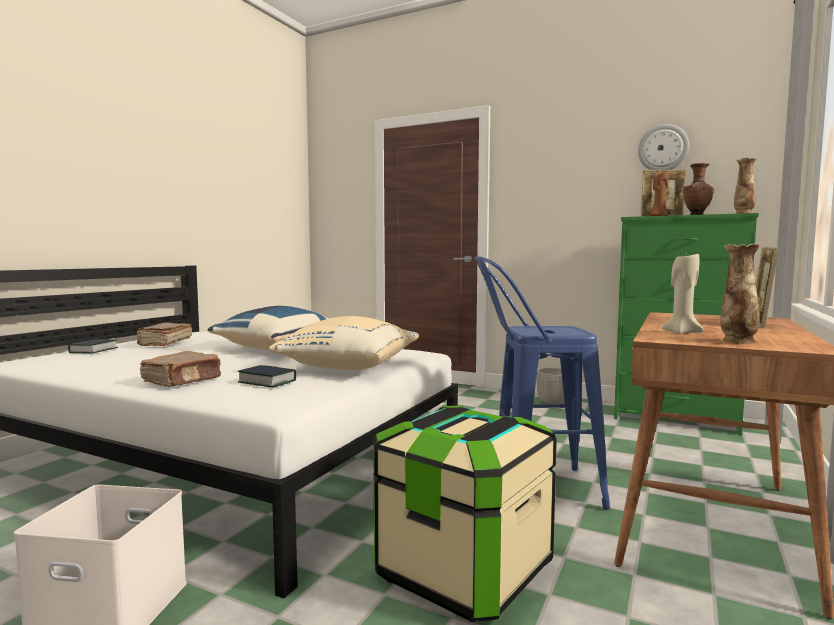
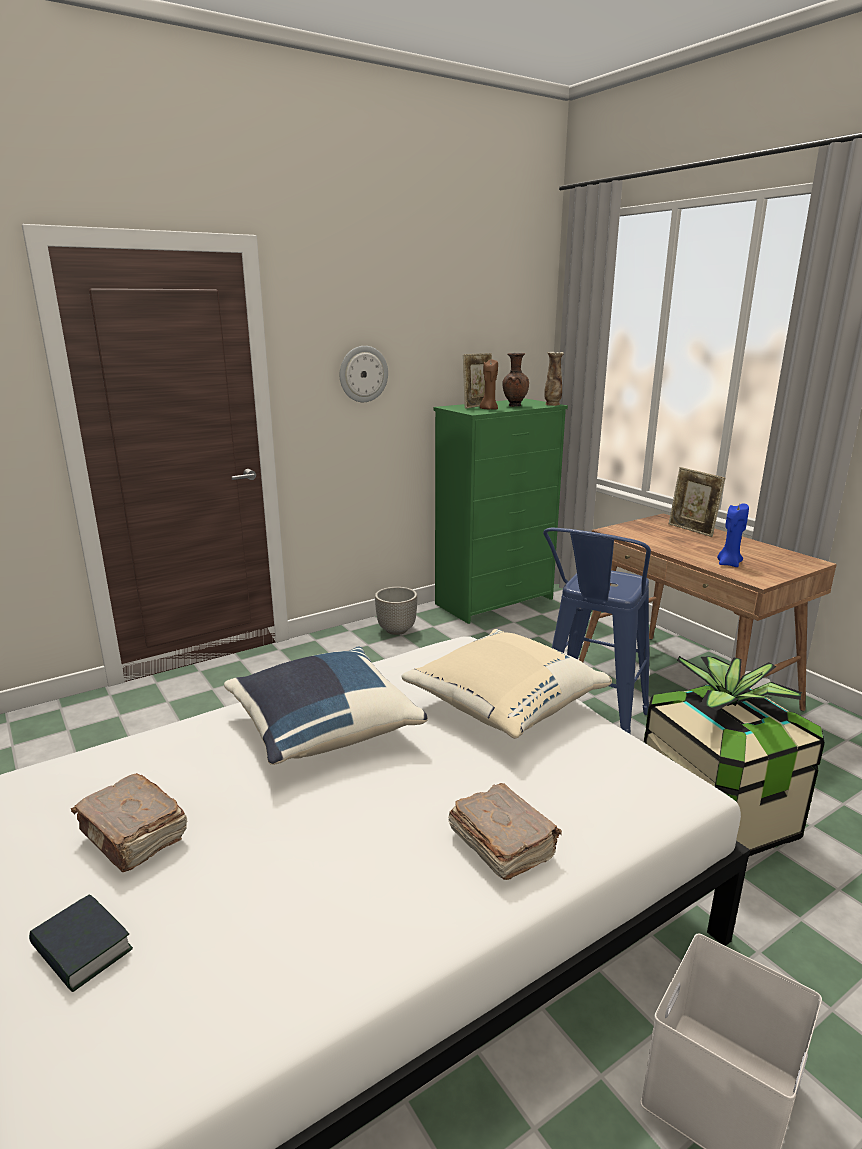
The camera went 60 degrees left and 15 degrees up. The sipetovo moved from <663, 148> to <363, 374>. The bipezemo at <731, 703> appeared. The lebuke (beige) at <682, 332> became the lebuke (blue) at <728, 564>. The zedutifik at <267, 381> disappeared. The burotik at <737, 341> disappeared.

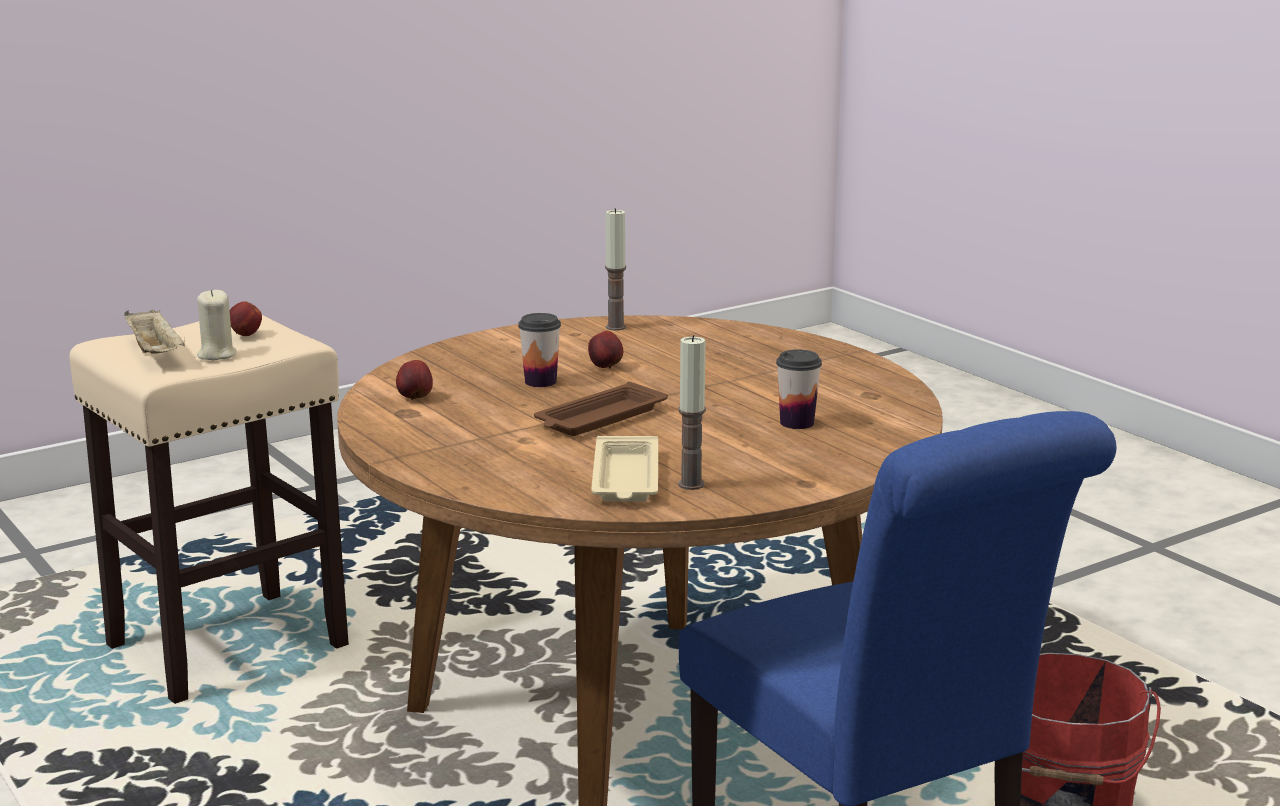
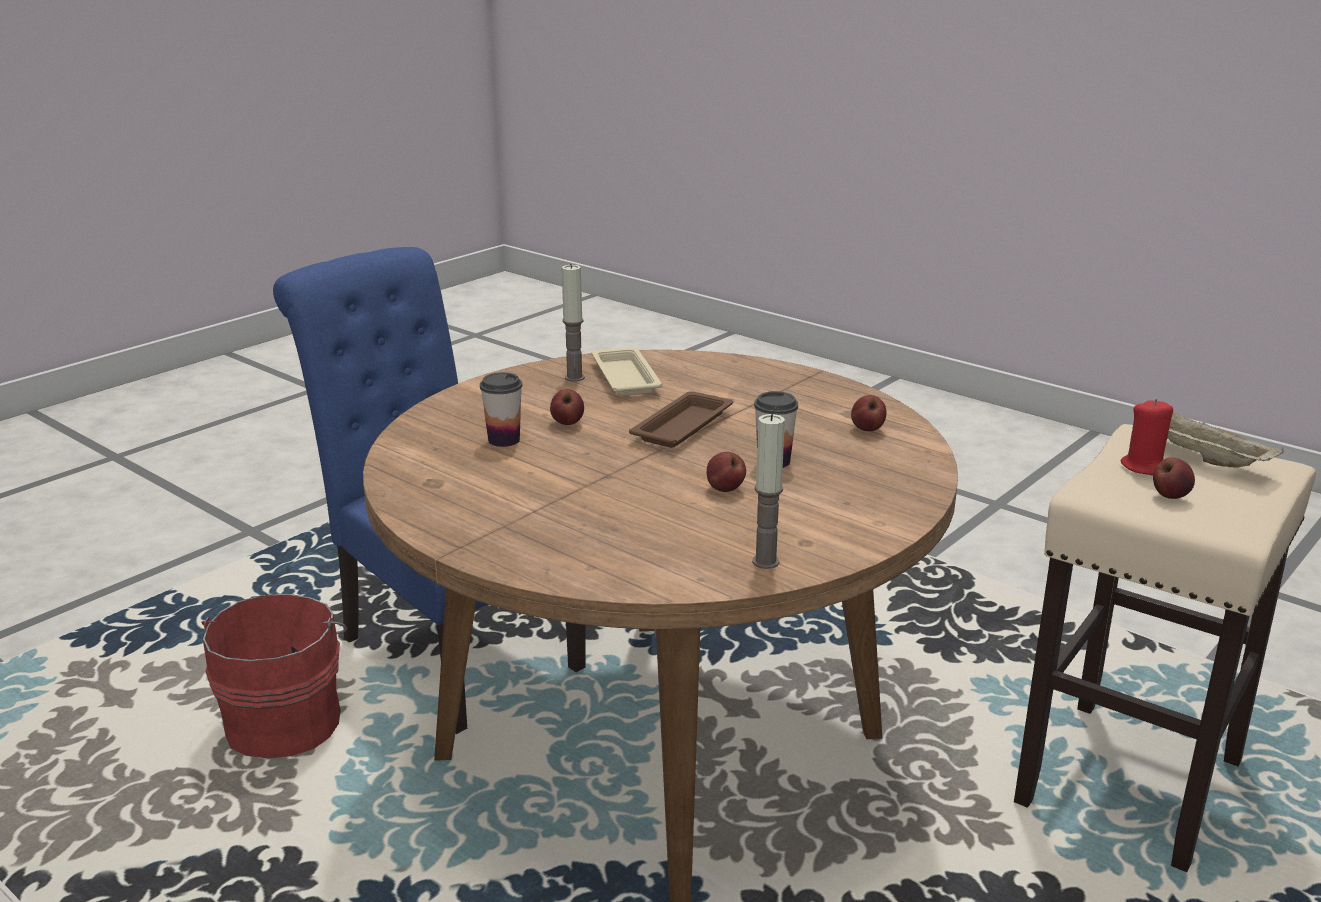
The camera went 165 degrees right and 5 degrees up. The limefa at <567, 423> appeared. The lebuke (beige) at <216, 355> became the lebuke (red) at <1144, 467>.

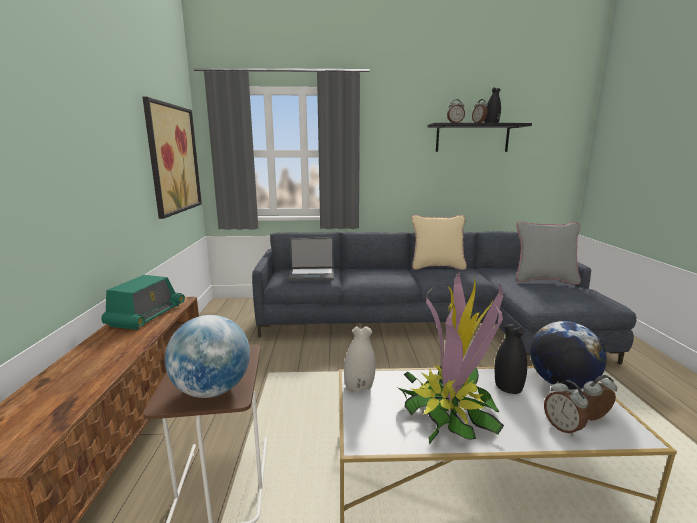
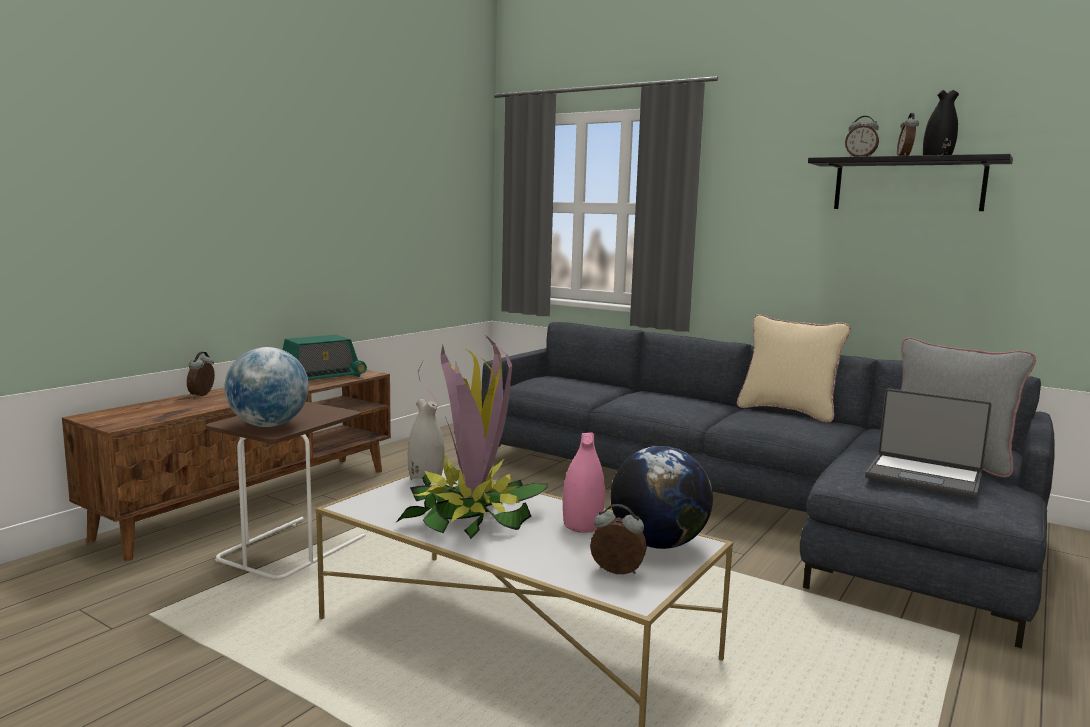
The camera went 35 degrees right and 5 degrees down. The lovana moved from <562, 427> to <202, 395>. The burotik (black) at <508, 386> became the burotik (pink) at <582, 525>. The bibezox moved from <312, 275> to <924, 477>. The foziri at <173, 159> disappeared.

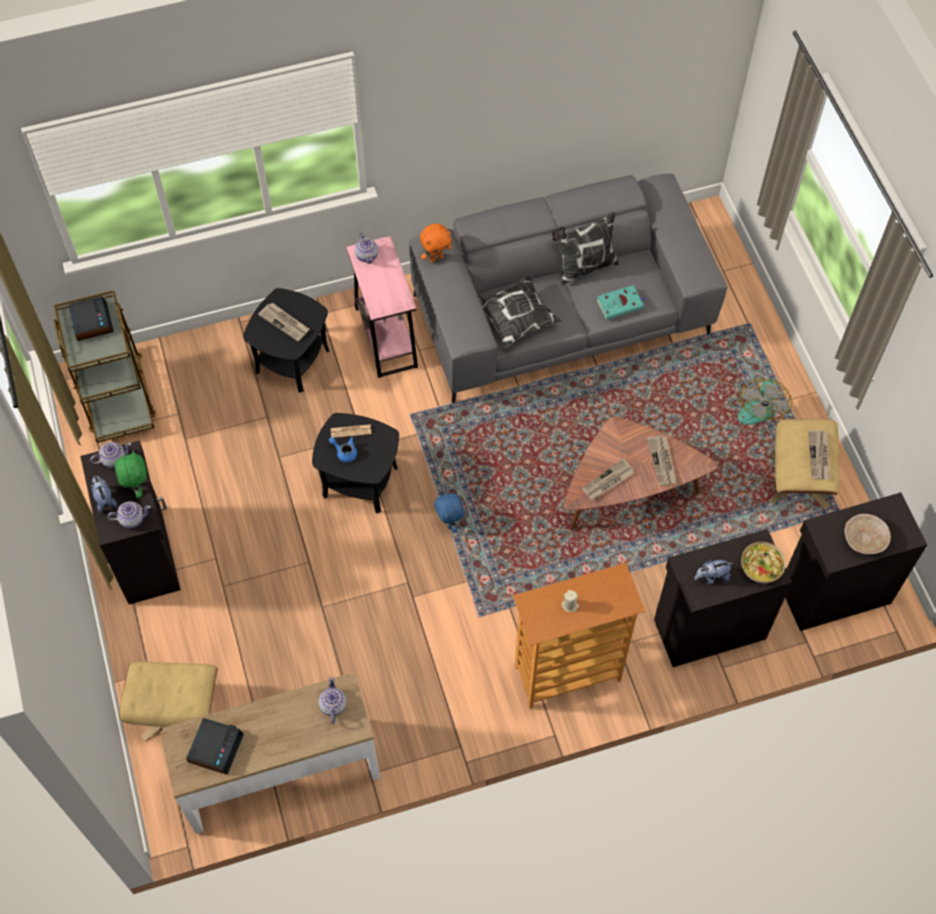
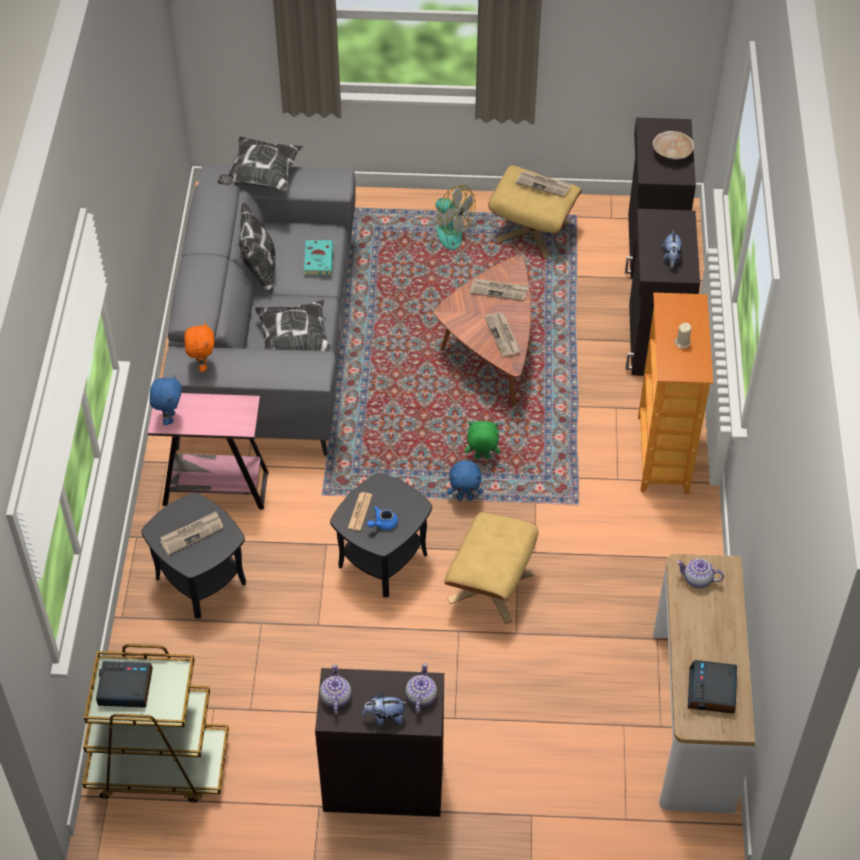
The camera went 70 degrees left and 10 degrees down. The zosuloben at <367, 255> was replaced by the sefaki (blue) at <169, 418>. The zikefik at <261, 177> appeared. The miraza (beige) moved from <177, 711> to <491, 587>. The sefaki (green) moved from <137, 487> to <481, 458>. The lovana at <215, 747> turned 120 degrees counterclockwise. The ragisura at <760, 567> disappeared.

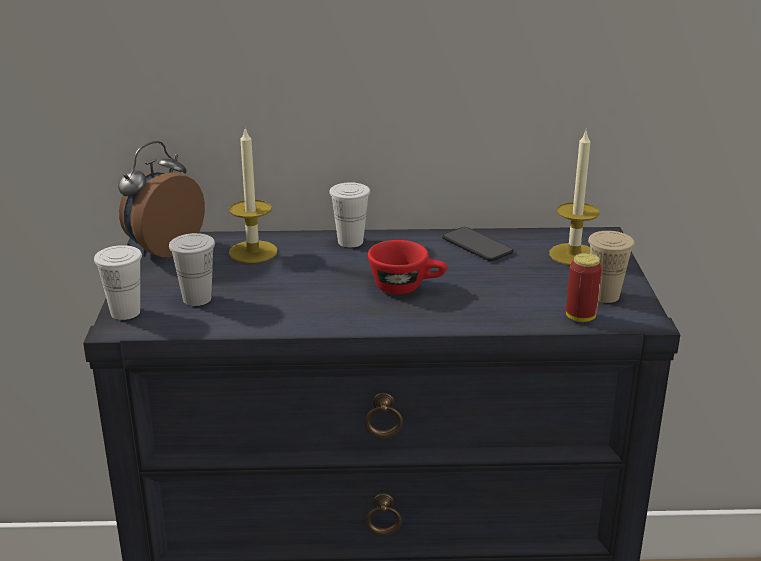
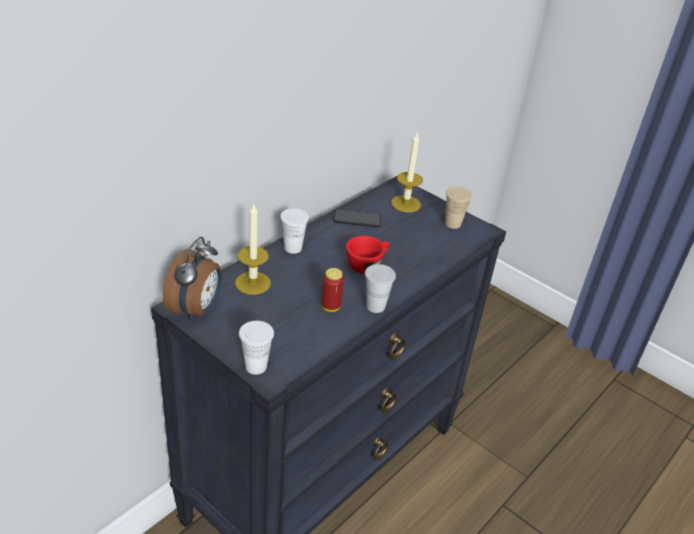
The camera went 50 degrees left and 10 degrees up. The lovana at <162, 249> turned 150 degrees counterclockwise. The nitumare moved from <580, 317> to <331, 307>. The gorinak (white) moved from <197, 299> to <375, 306>.

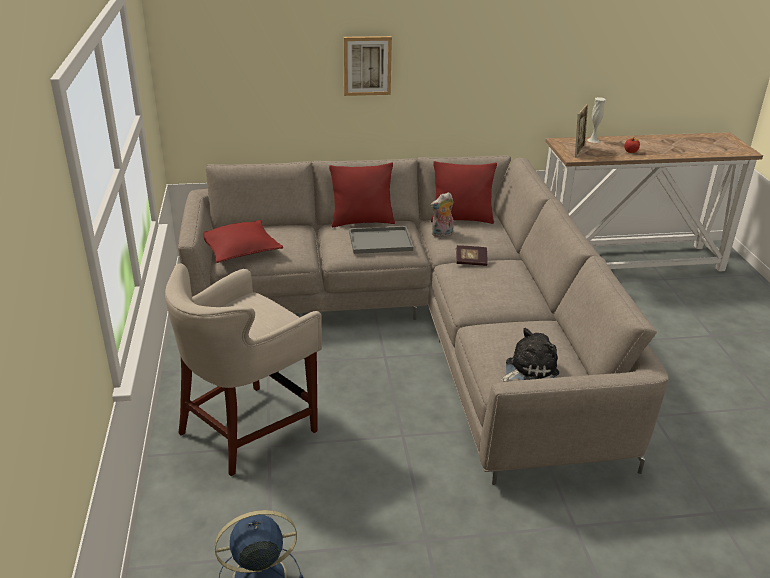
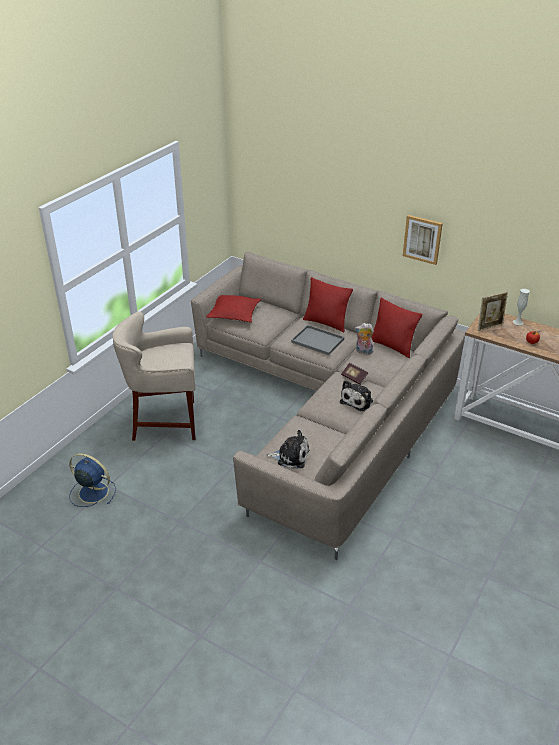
The camera went 40 degrees right and 5 degrees up. The sefaki at <358, 401> appeared. The foziri moved from <367, 65> to <422, 239>.

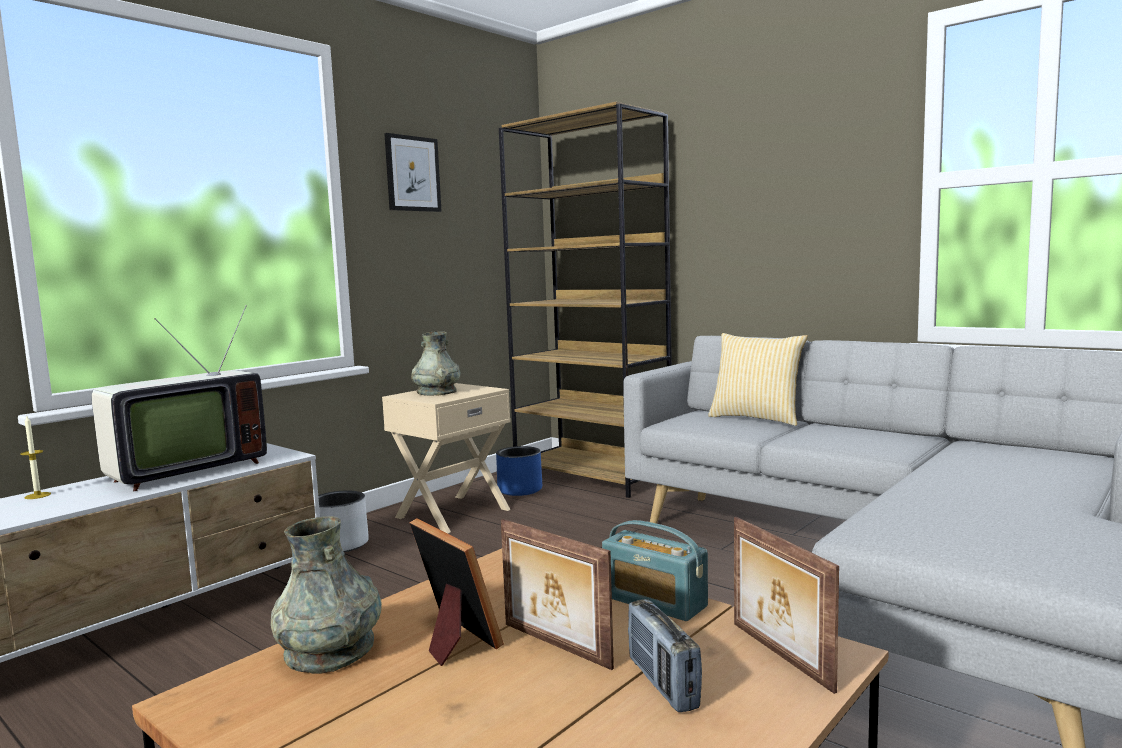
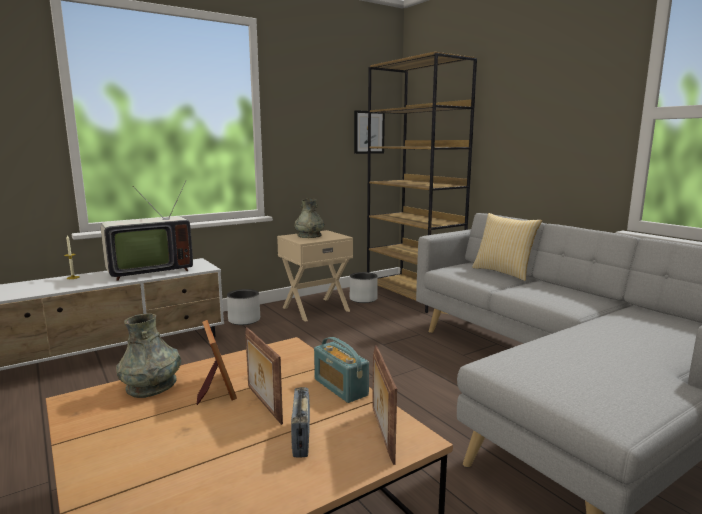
The camera went 15 degrees right and 5 degrees up. The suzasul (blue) at <520, 490> became the suzasul (grey) at <363, 299>. The foziri moved from <412, 174> to <368, 132>.

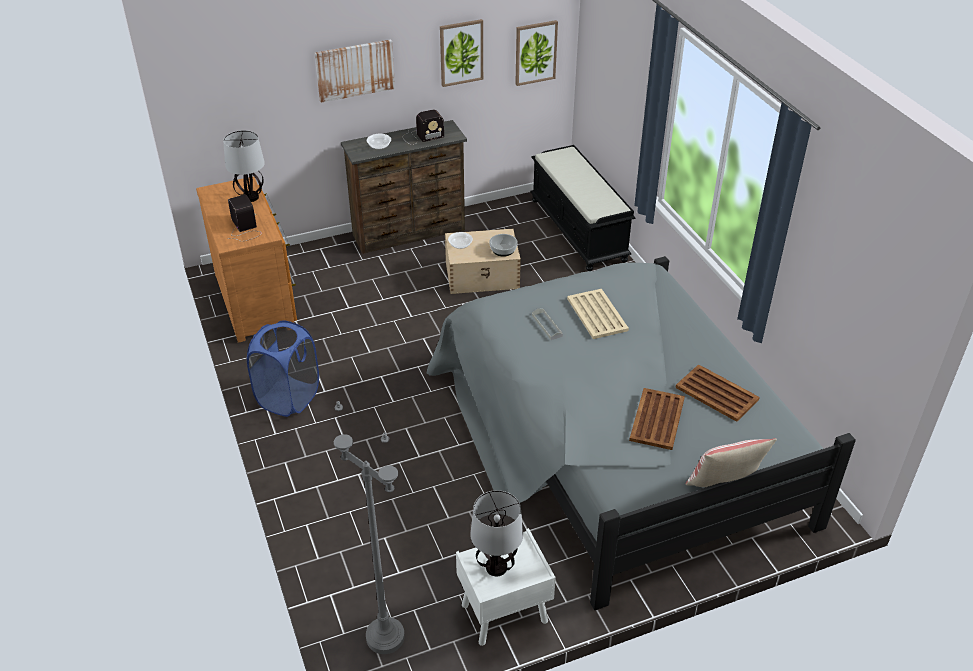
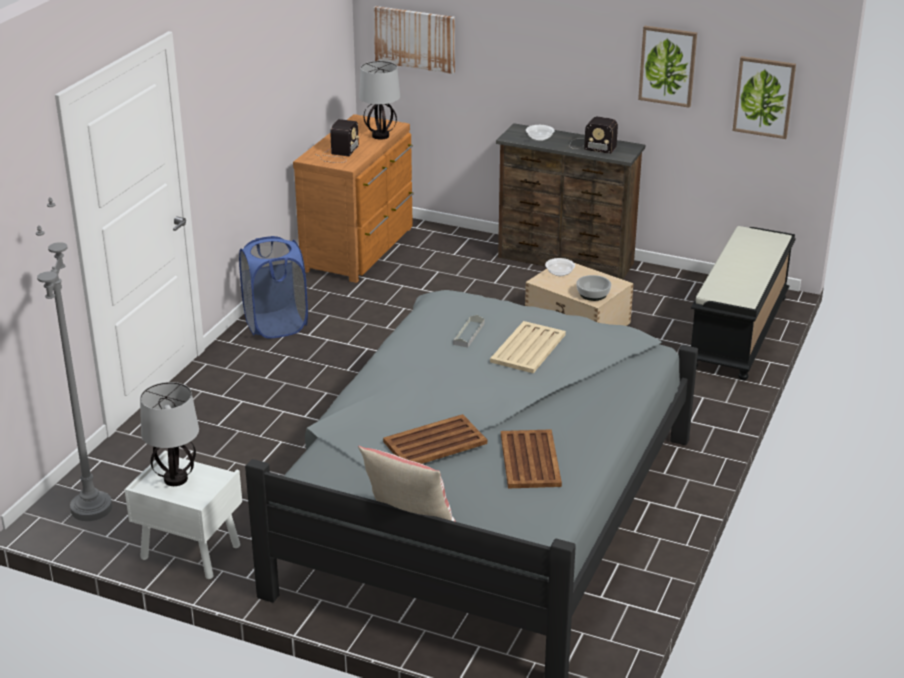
The camera went 45 degrees right and 10 degrees down. The foziri moved from <355, 70> to <415, 39>.

